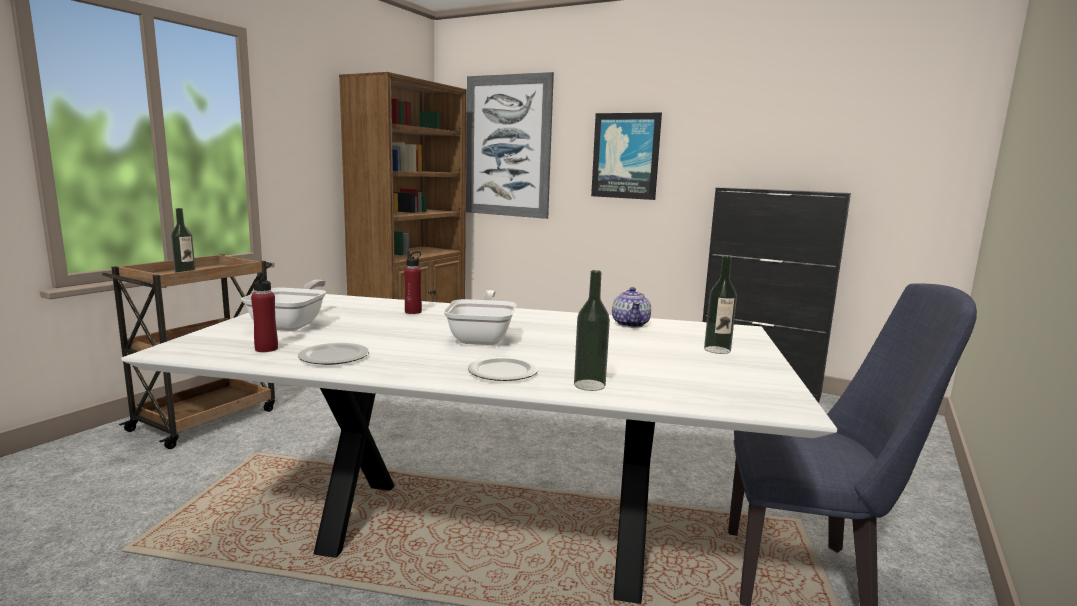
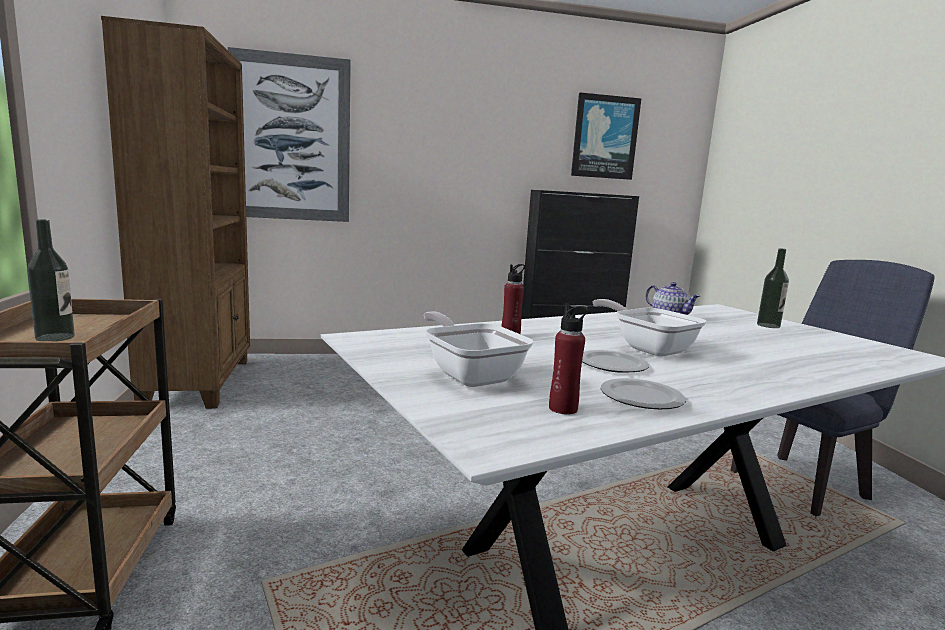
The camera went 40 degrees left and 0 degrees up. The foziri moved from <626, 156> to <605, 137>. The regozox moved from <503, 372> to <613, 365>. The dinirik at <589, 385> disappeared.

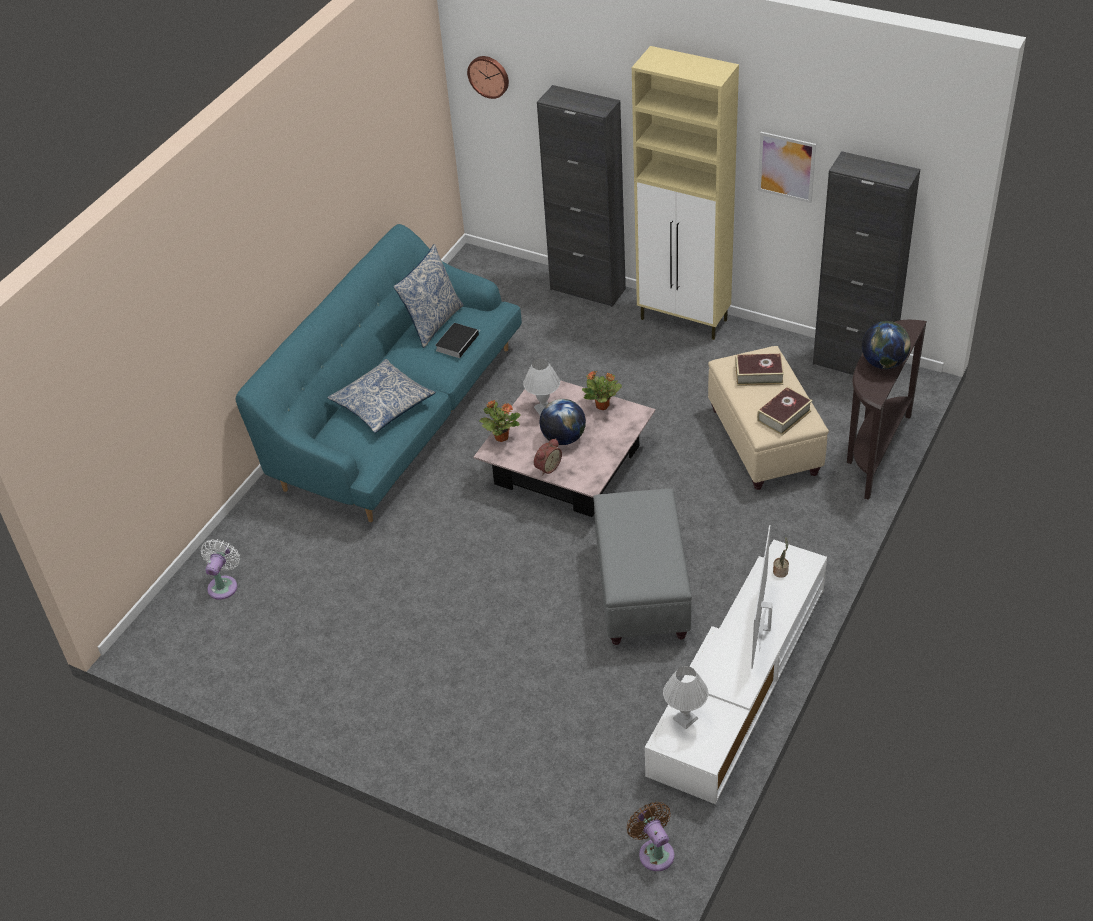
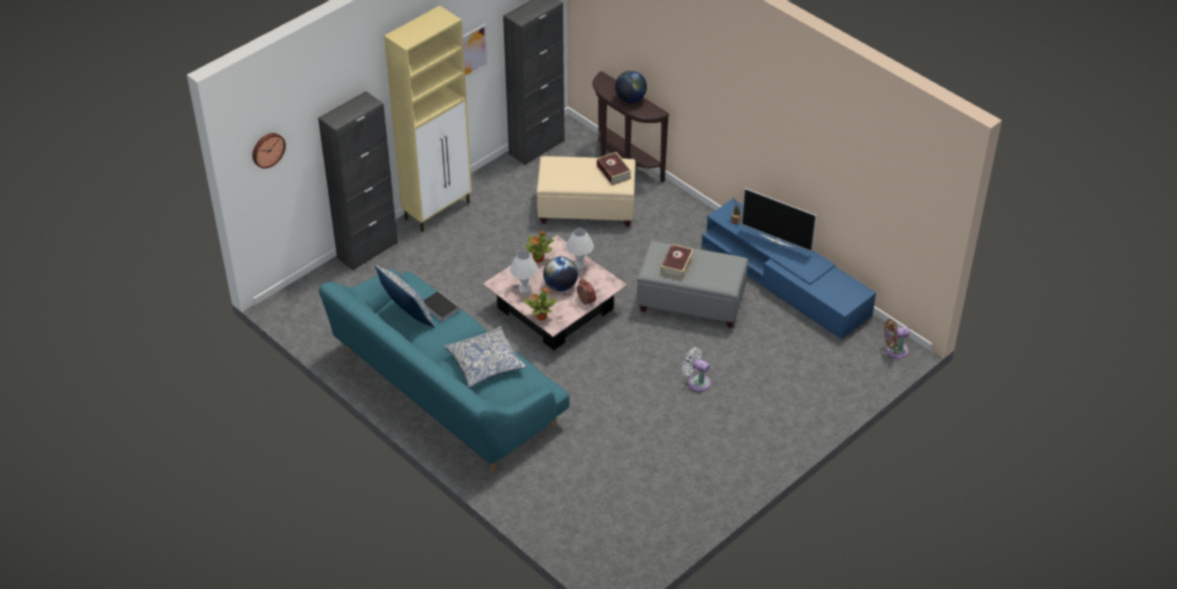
The camera went 75 degrees left and 0 degrees up. The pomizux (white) moved from <684, 718> to <579, 265>. The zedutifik moved from <759, 374> to <676, 265>. The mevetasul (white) moved from <224, 585> to <697, 382>. The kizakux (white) at <738, 680> became the kizakux (blue) at <784, 280>.

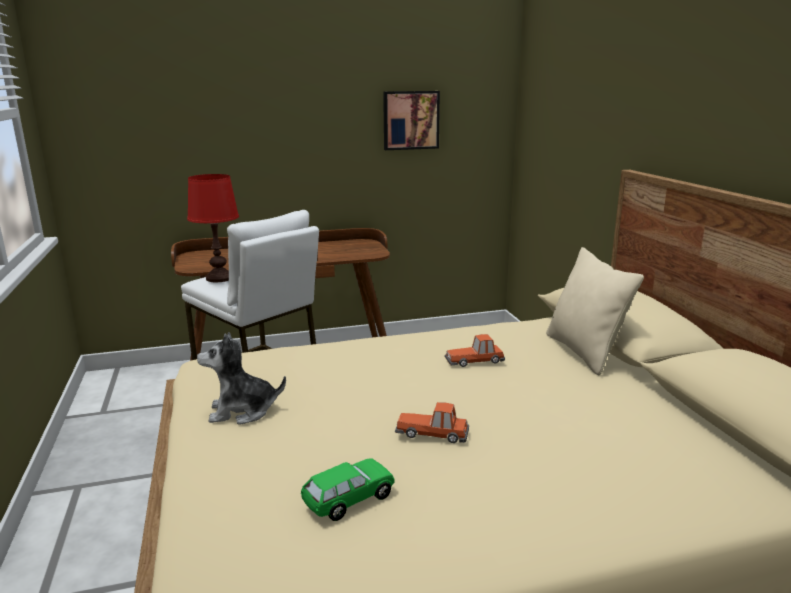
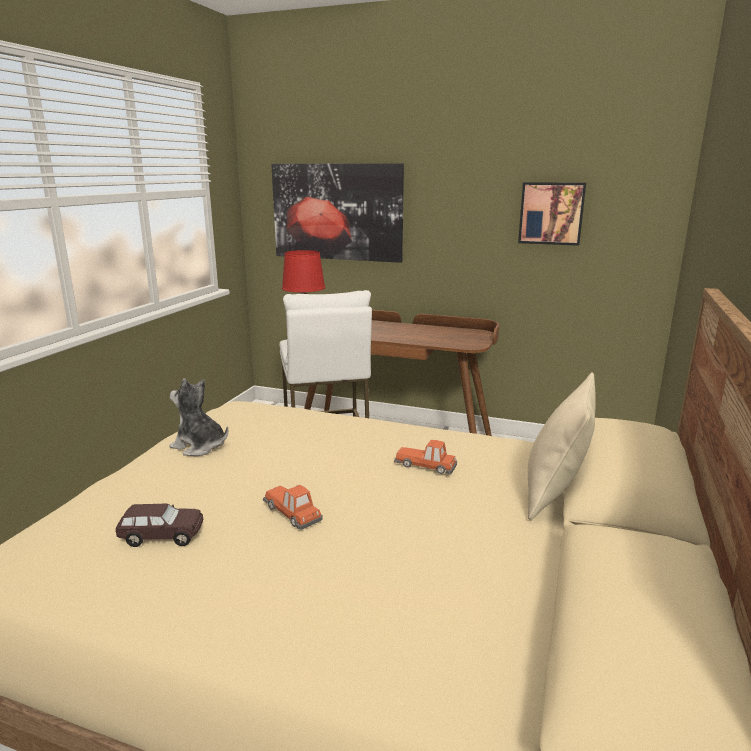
The camera went 35 degrees right and 0 degrees up. The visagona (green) at <349, 500> became the visagona (brown) at <162, 536>. The foziri at <337, 212> appeared.

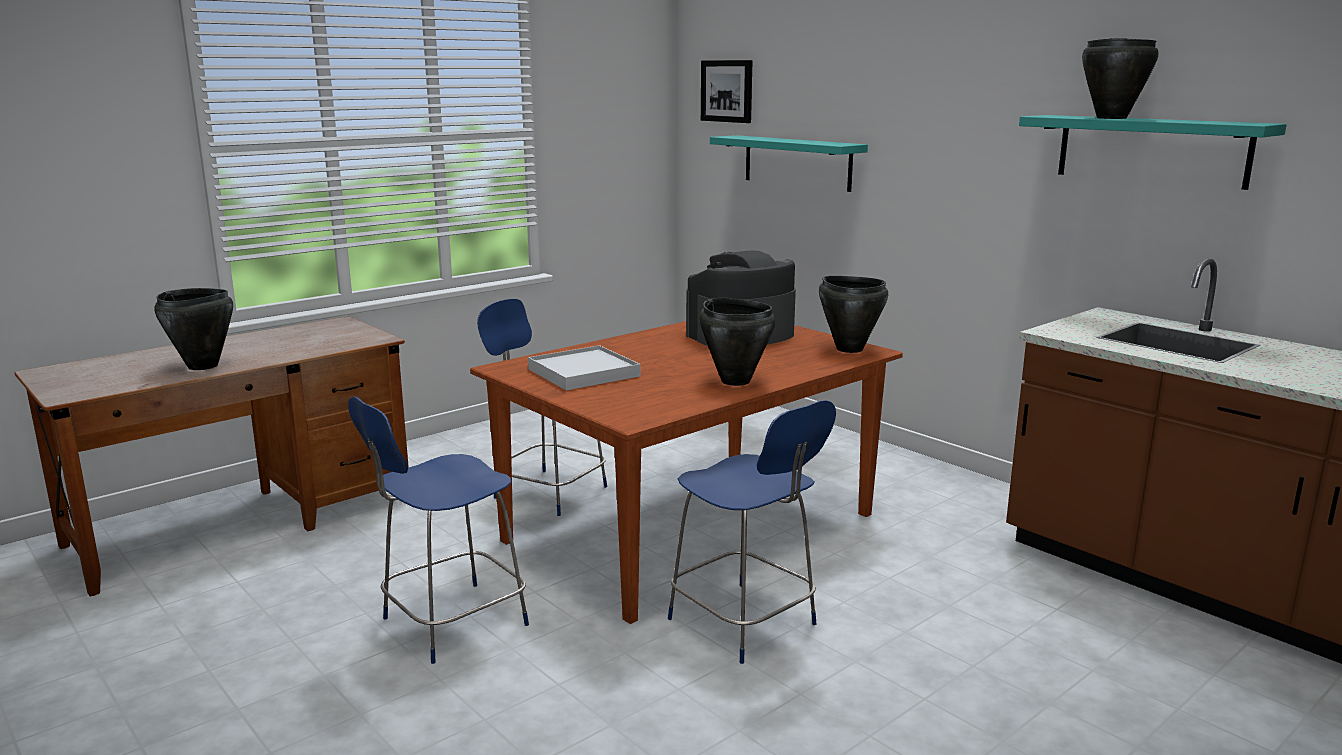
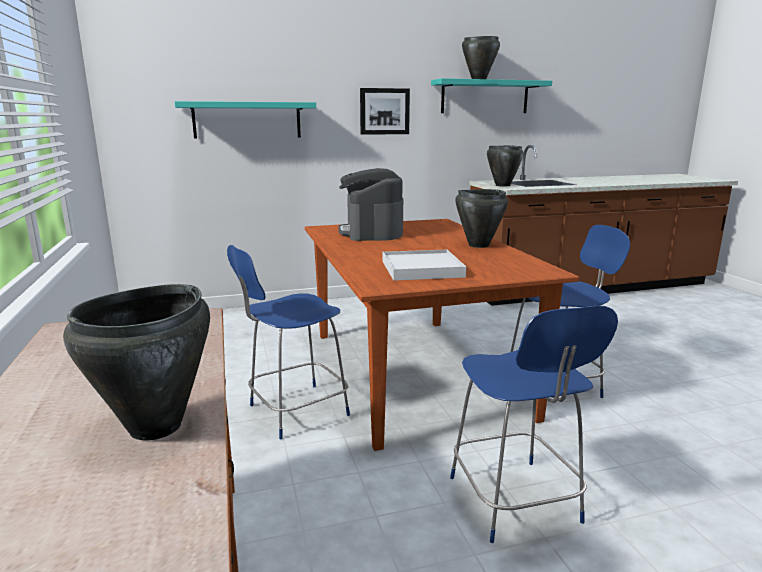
The camera went 65 degrees left and 0 degrees up. The foziri moved from <727, 91> to <384, 111>. The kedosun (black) moved from <849, 349> to <502, 185>.

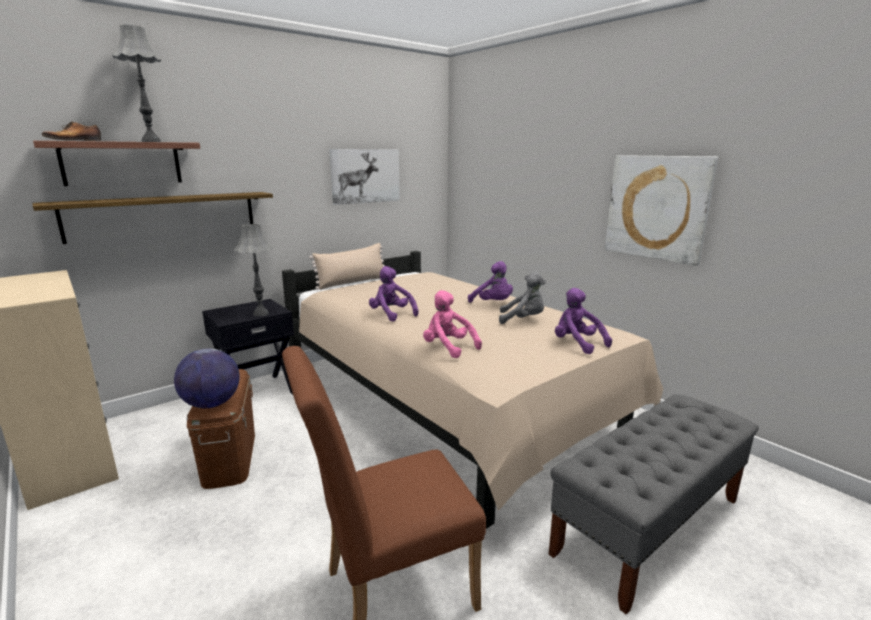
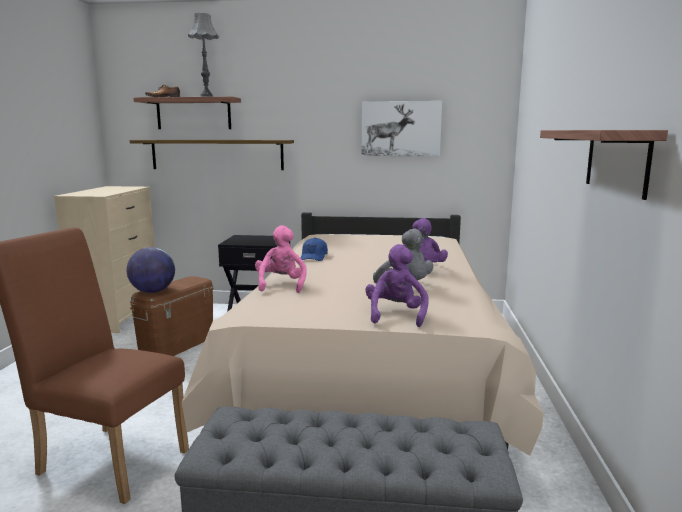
The camera went 45 degrees right and 5 degrees down. The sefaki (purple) at <391, 314> was replaced by the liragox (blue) at <314, 257>. The foziri at <657, 207> was replaced by the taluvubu at <616, 160>. The pomizux (grey) at <261, 314> disappeared. The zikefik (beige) at <352, 282> disappeared.

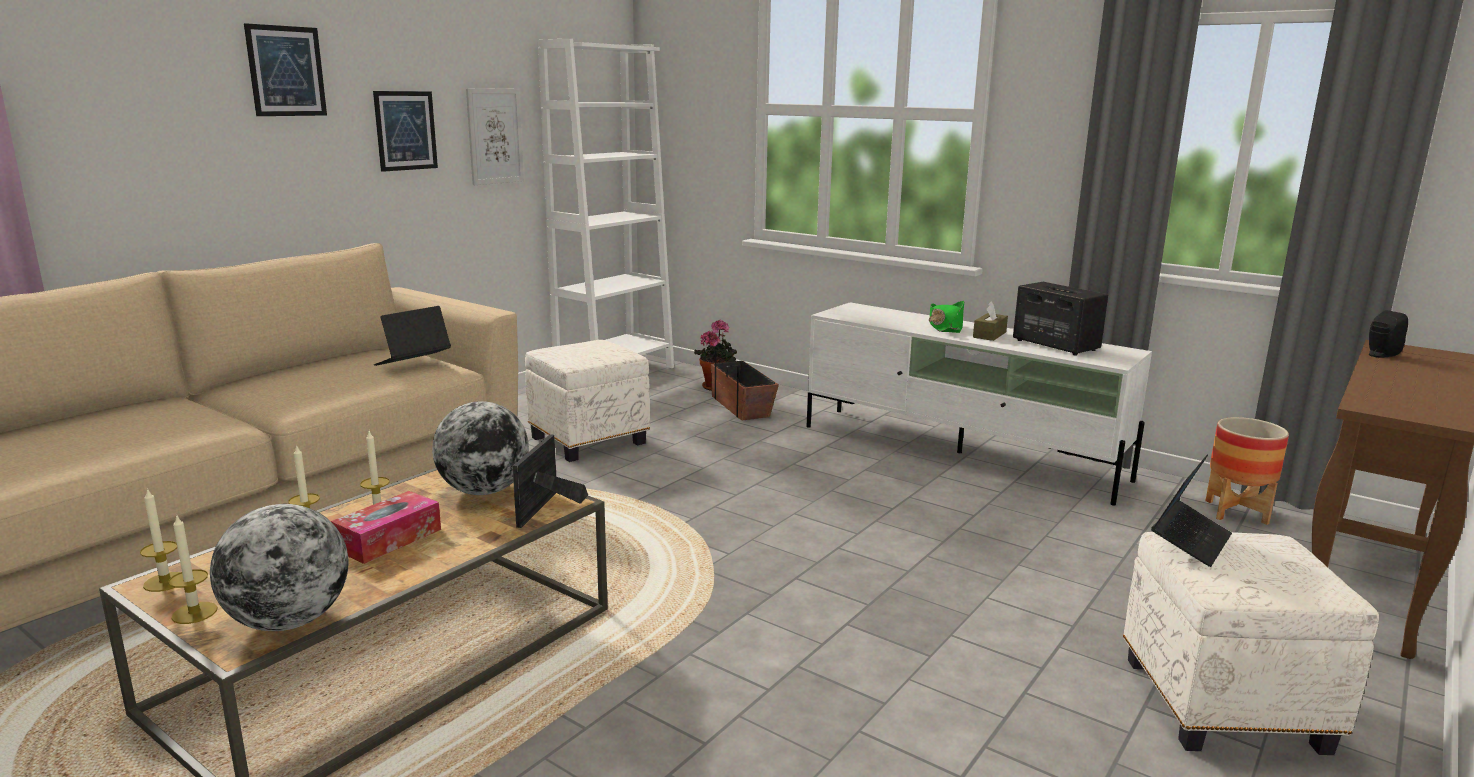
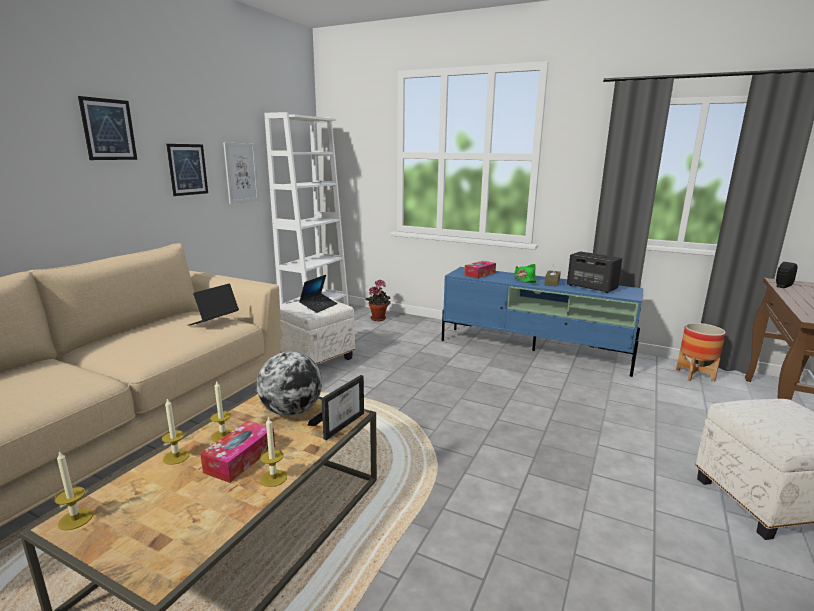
The camera went 10 degrees left and 0 degrees up. The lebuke moved from <194, 613> to <273, 478>. The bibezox moved from <1190, 541> to <318, 306>. The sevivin at <545, 511> turned 150 degrees counterclockwise. The kizakux (white) at <960, 453> became the kizakux (blue) at <534, 350>. The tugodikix at <479, 274> appeared. The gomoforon at <289, 621> disappeared. The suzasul at <741, 406> disappeared.

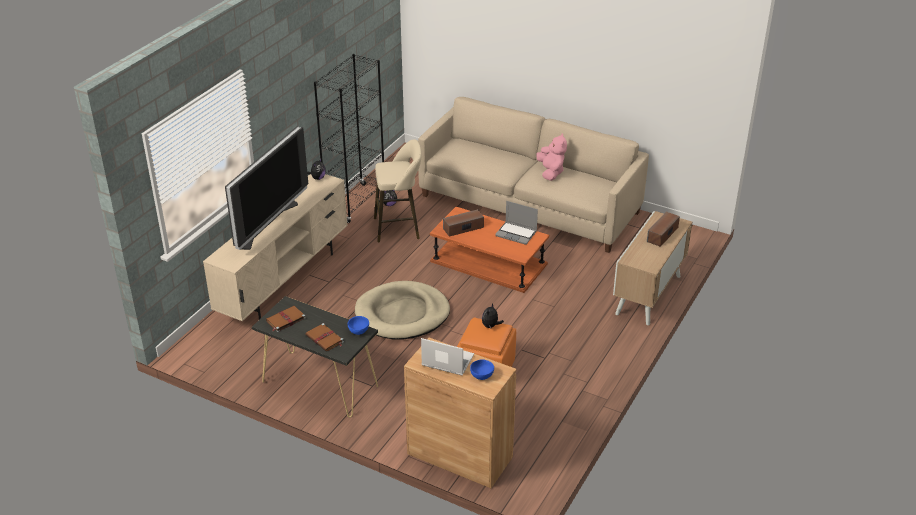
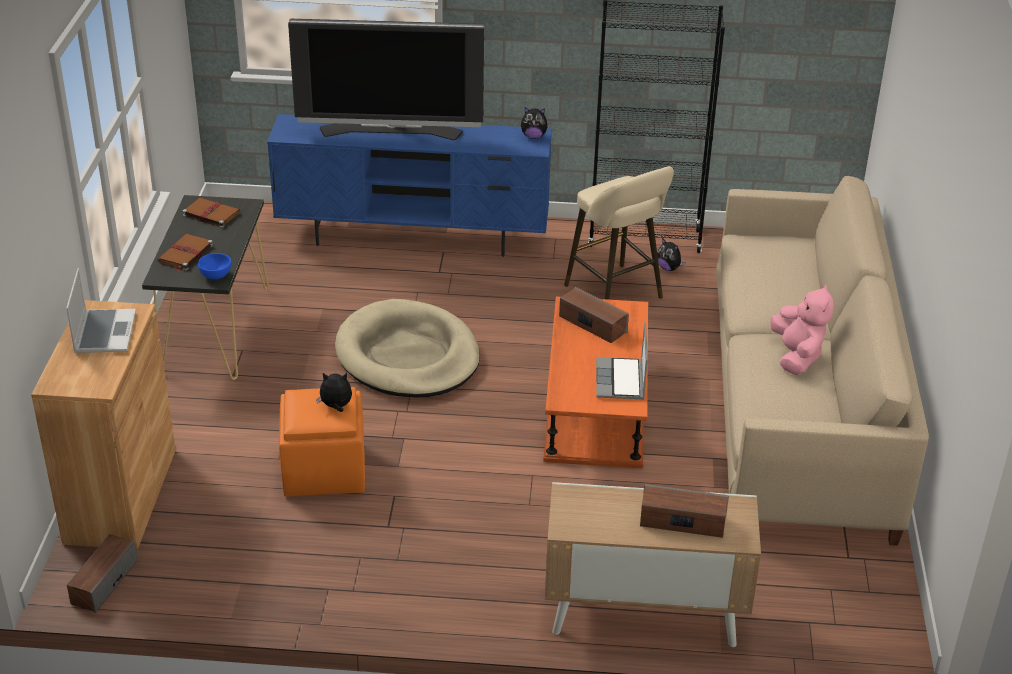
The camera went 65 degrees right and 0 degrees up. The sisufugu at <104, 582> appeared. The kizakux (beige) at <285, 281> became the kizakux (blue) at <414, 237>. The sefaki (pink) at <551, 172> turned 60 degrees counterclockwise. The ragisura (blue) at <482, 376> disappeared.

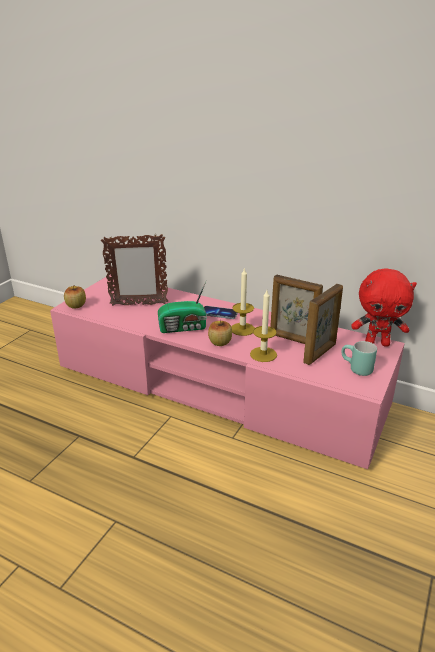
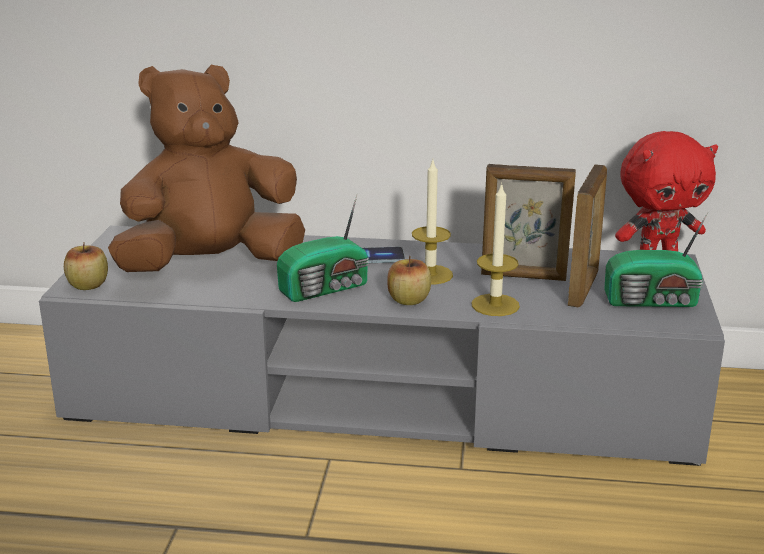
The camera went 20 degrees left and 5 degrees down. The kizakux (pink) at <217, 387> became the kizakux (grey) at <382, 397>. The sevivin at <138, 304> was replaced by the sefaki (brown) at <211, 265>. The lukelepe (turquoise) at <355, 369> was replaced by the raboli at <653, 301>.

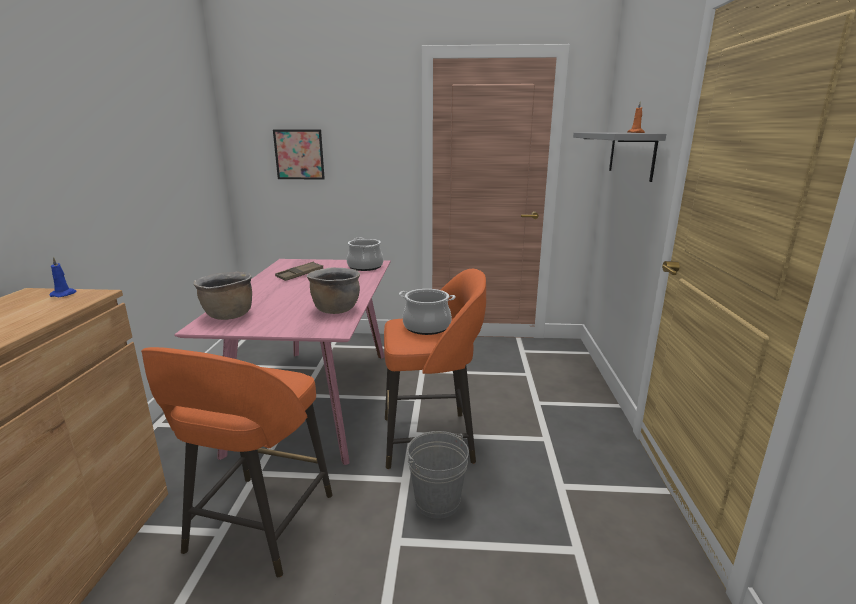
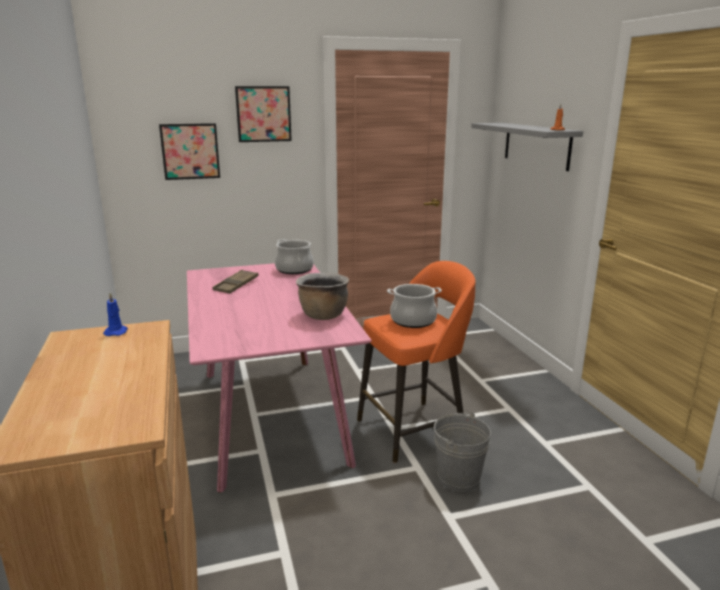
The camera went 20 degrees left and 0 degrees up. The foziri at <263, 114> appeared. The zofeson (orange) at <258, 525> disappeared. The kedosun (brown) at <228, 315> disappeared.

